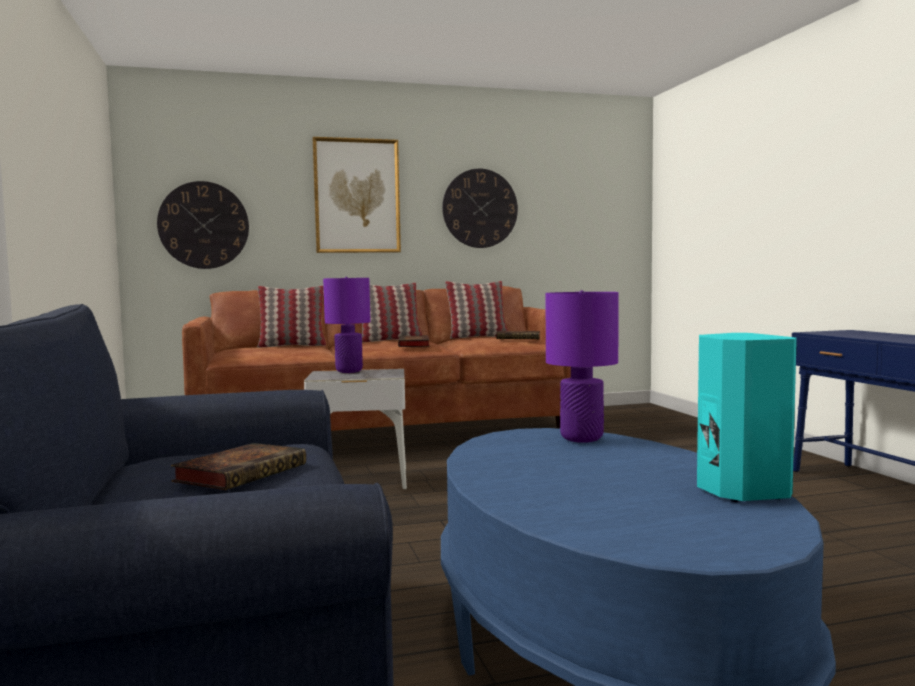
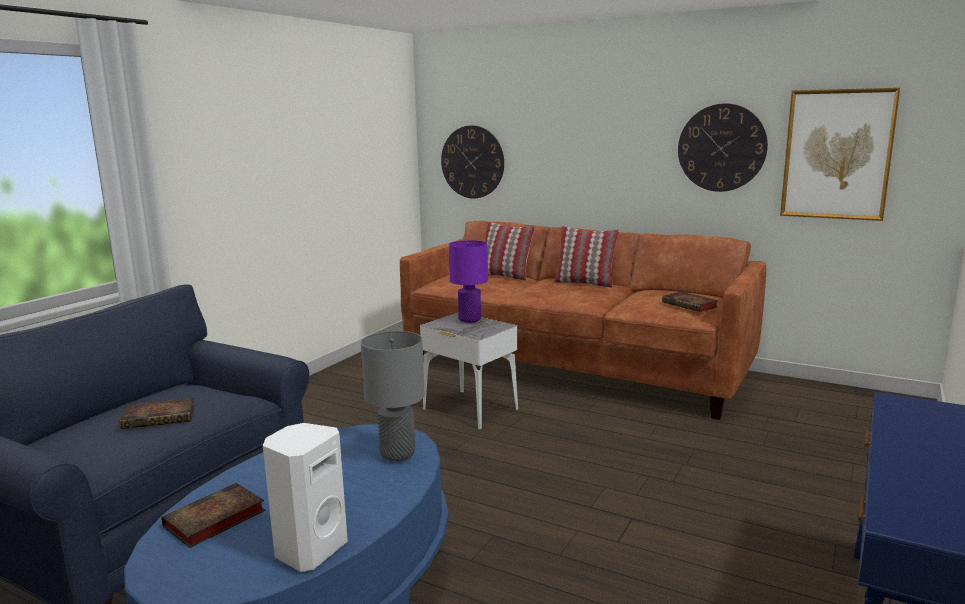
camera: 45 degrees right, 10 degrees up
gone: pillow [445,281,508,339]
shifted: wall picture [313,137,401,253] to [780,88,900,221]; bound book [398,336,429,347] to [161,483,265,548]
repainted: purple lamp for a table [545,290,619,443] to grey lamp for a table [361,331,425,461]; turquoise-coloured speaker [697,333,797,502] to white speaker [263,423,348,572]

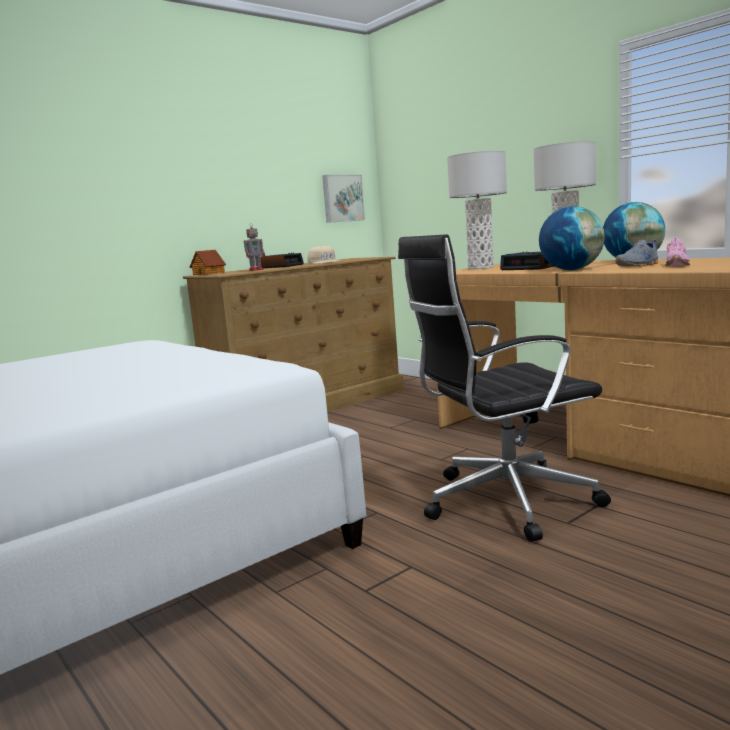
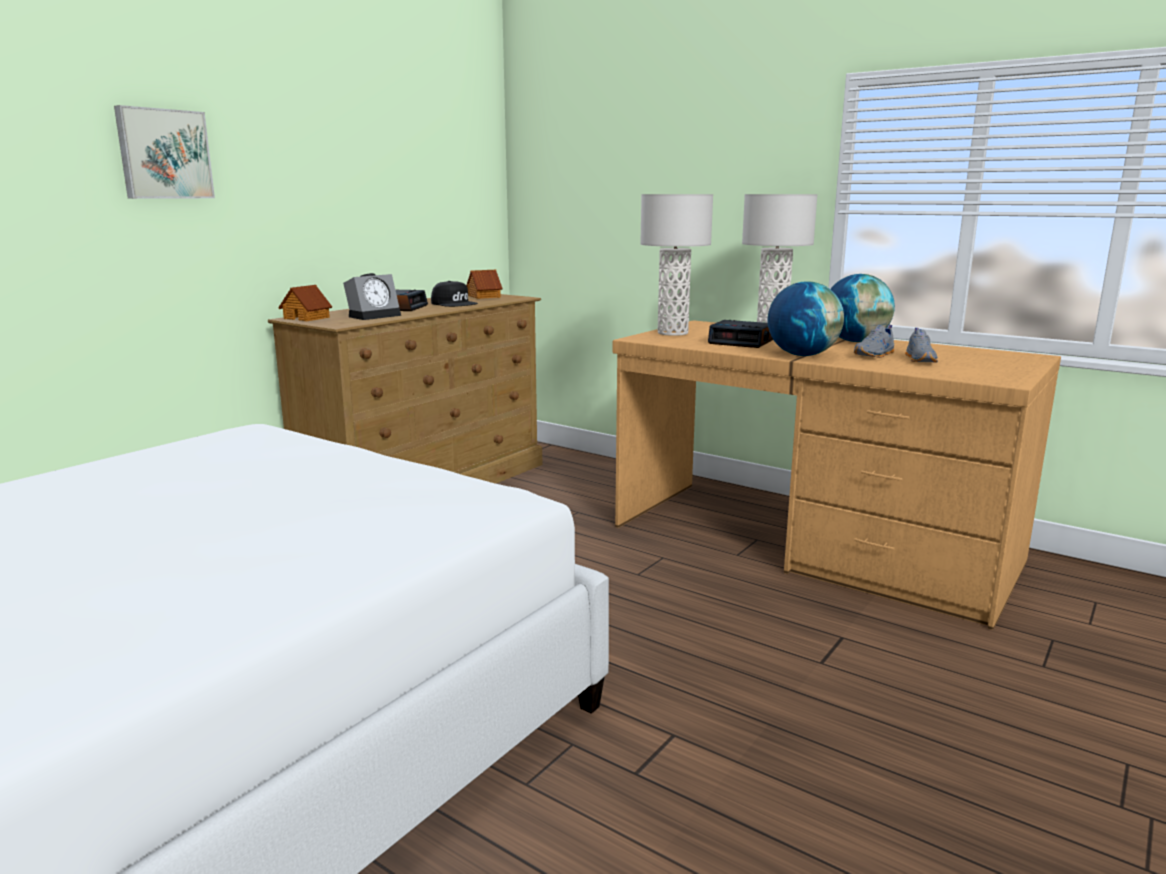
camera: 15 degrees left, 5 degrees up
gone: black-coloured computer chair [398,234,611,542]
new: model house [466,270,503,299]
shifted: wall picture [322,175,365,223] to [114,105,215,199]
swapped: model robot [244,223,265,271] to alarm clock [343,273,401,320]
repainted: sand-coloured baseball cap [307,245,338,264] to black-coloured baseball cap [431,281,478,307]; pinkish shoe [665,238,690,266] to grey shoe [905,328,938,363]

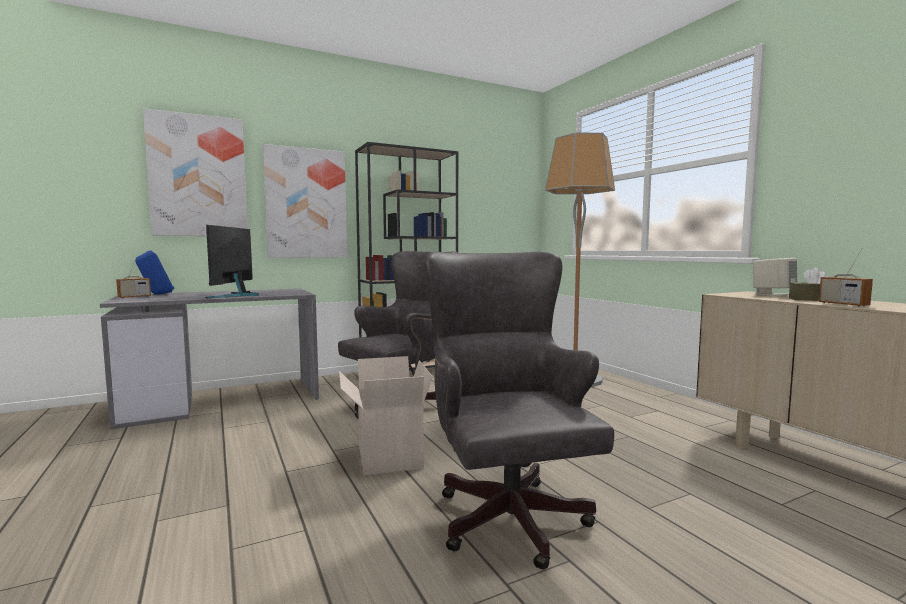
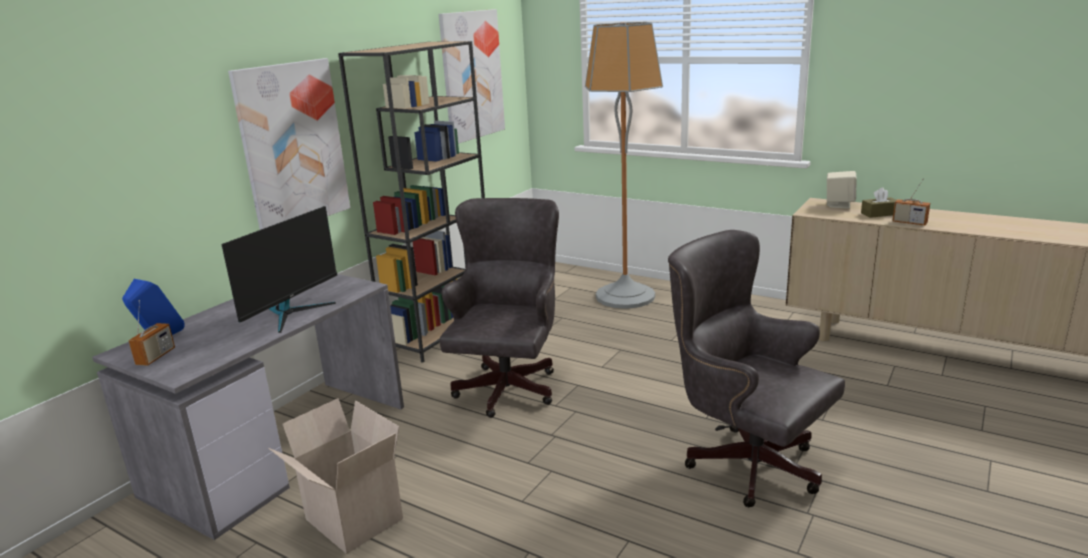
camera: 30 degrees left, 15 degrees up
shifted: wall picture [143,108,248,236] to [439,9,505,144]; carton [339,356,433,475] to [268,398,403,554]
rotated: computer display [206,225,259,298] = [221,206,337,333] 120 degrees counterclockwise

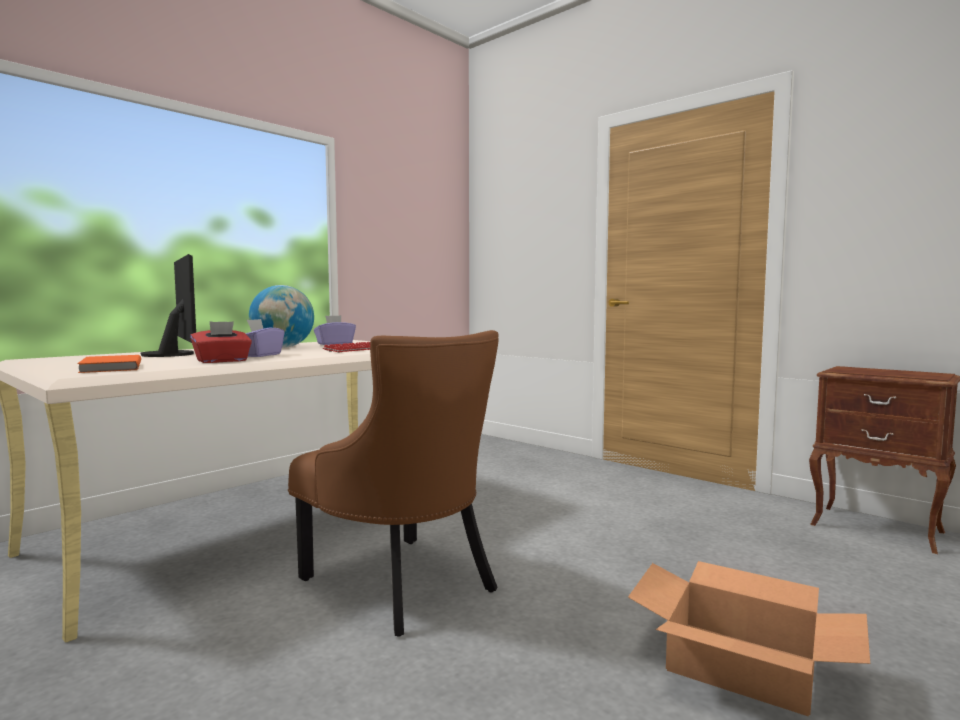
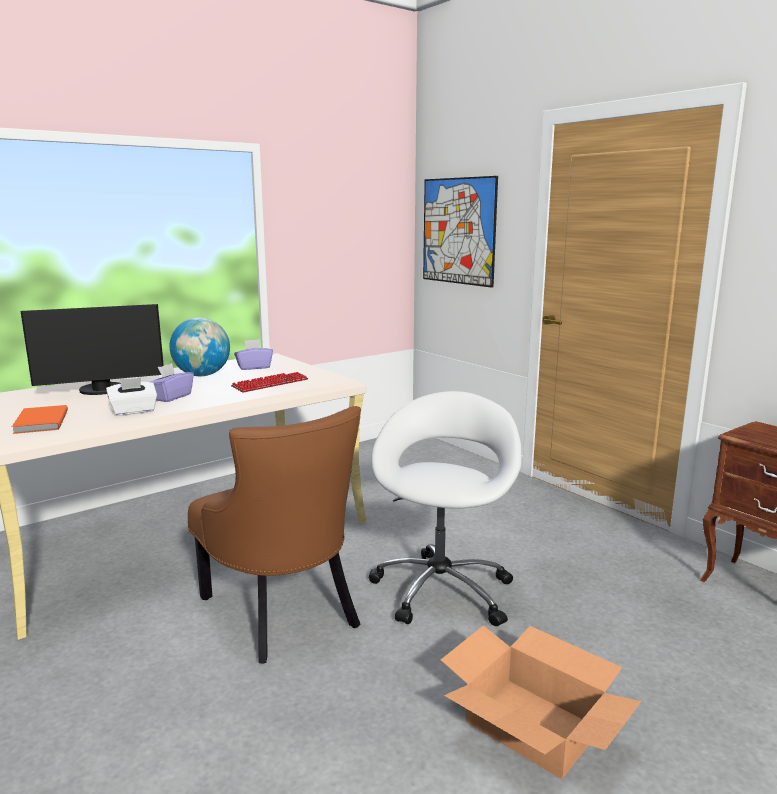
camera: 10 degrees right, 10 degrees up
new: white computer chair [369,391,522,626]; wall picture [423,176,498,288]
repainted: red-coloured box of tissues [190,321,252,363] to white box of tissues [106,378,157,416]
rotated: computer display [140,254,196,357] = [21,304,164,395] 90 degrees clockwise

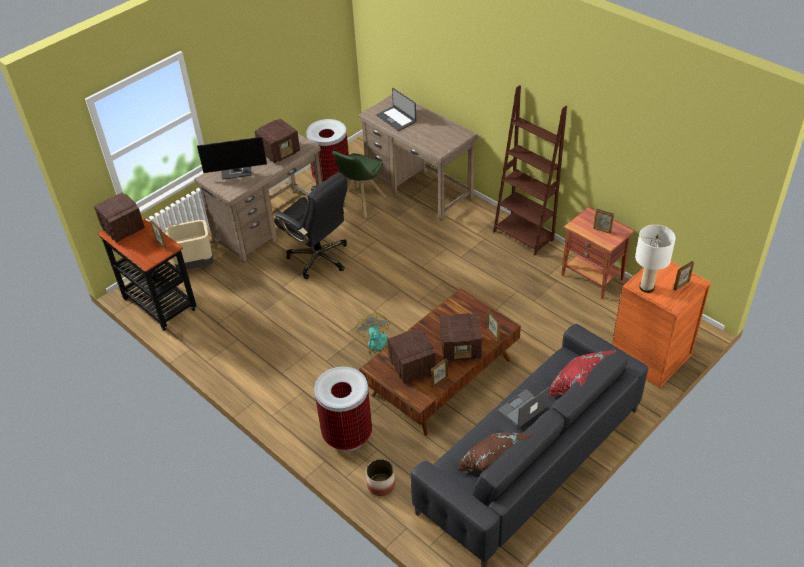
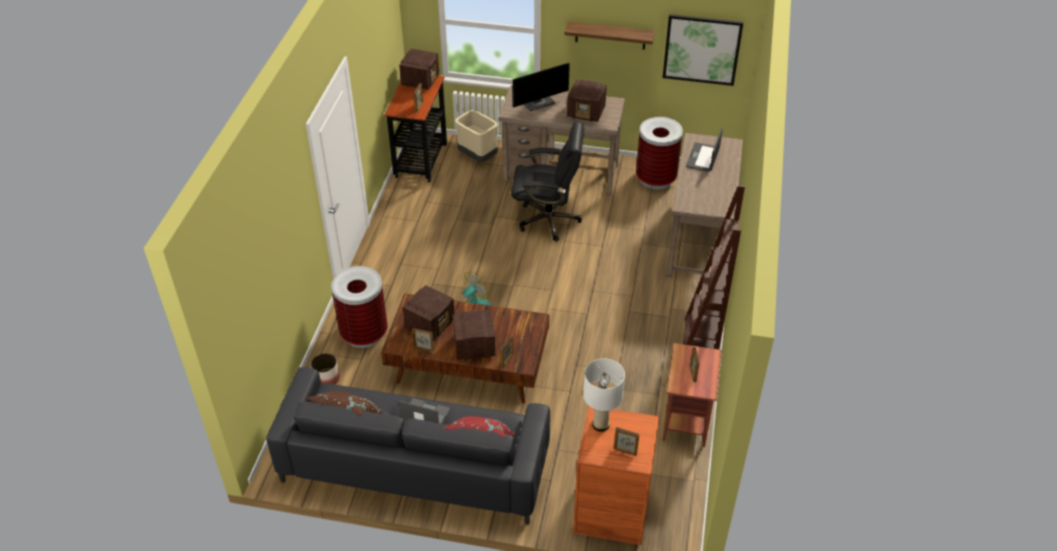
camera: 55 degrees right, 0 degrees up
gone: green-coloured plain chair [332,151,387,218]
new: wall shelf [565,22,655,50]; wall picture [663,14,743,86]
rotated: computer display [197,137,267,179] = [512,63,570,111] 75 degrees counterclockwise; black-coloured computer chair [274,172,347,279] = [511,122,584,242] 90 degrees counterclockwise; radio receiver [440,313,482,362] = [453,310,495,360] 120 degrees clockwise

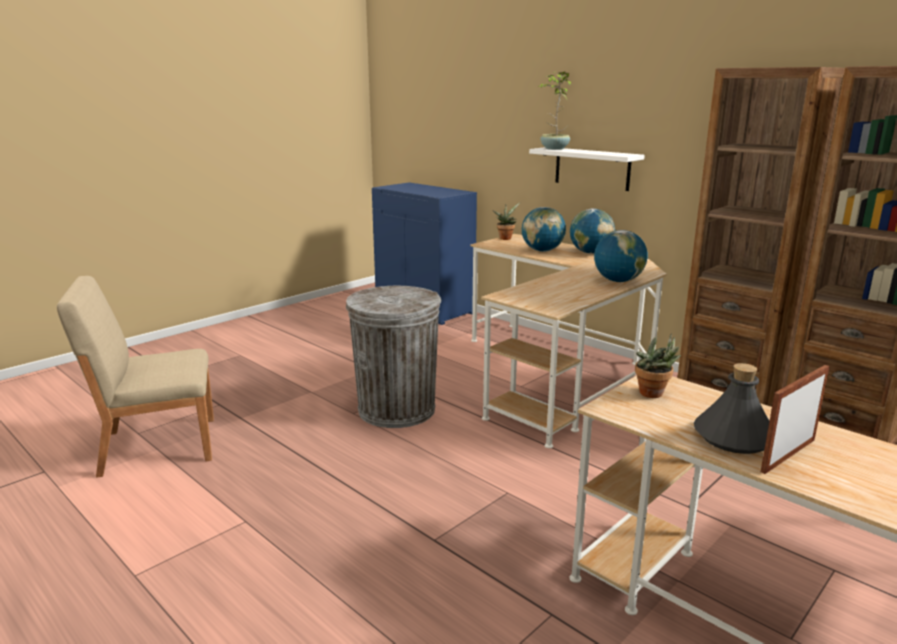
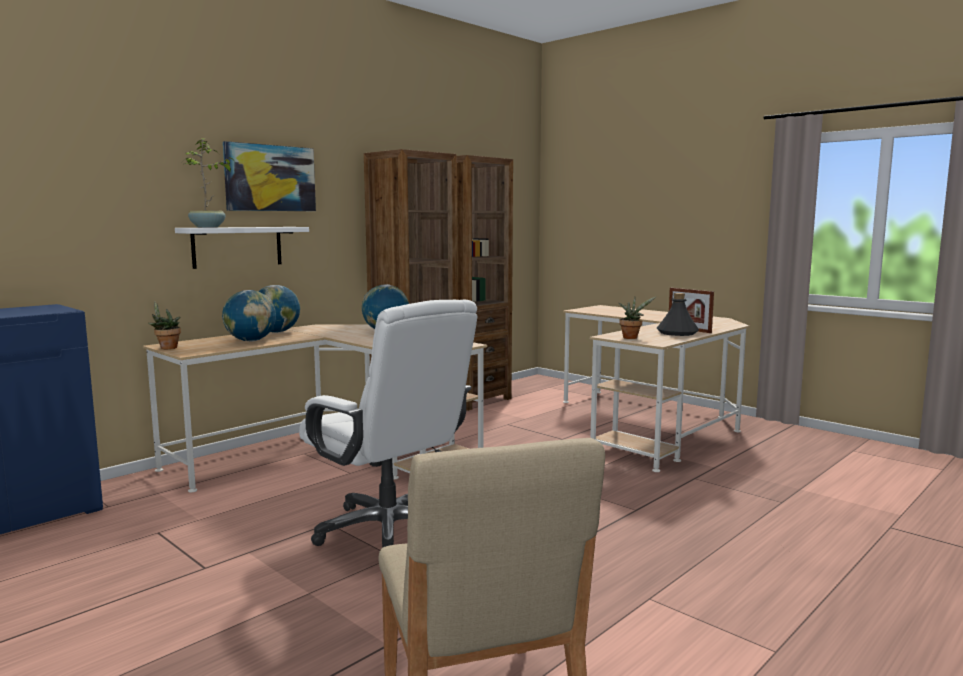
camera: 90 degrees left, 10 degrees down
new: wall picture [223,141,316,211]
swapped: grey trash can [346,286,442,428] to white computer chair [299,300,477,548]

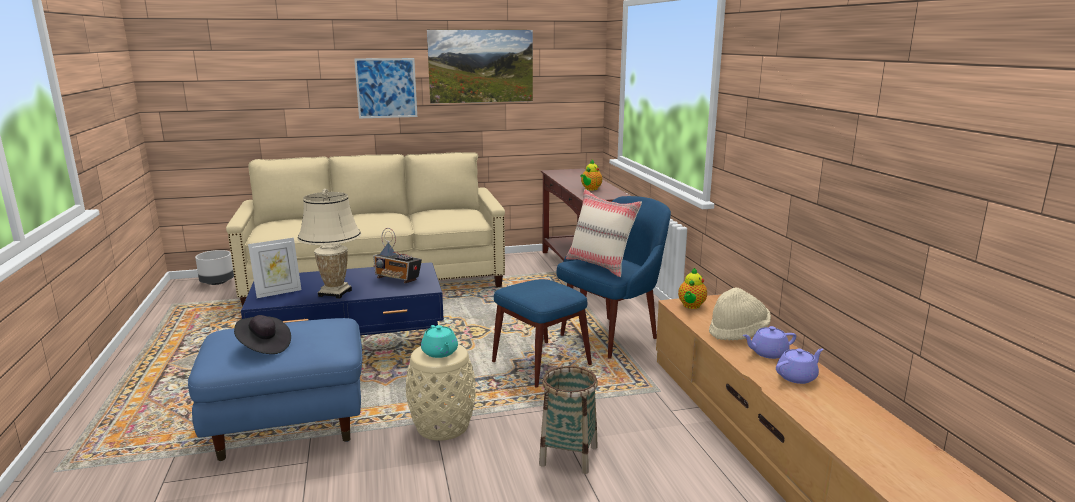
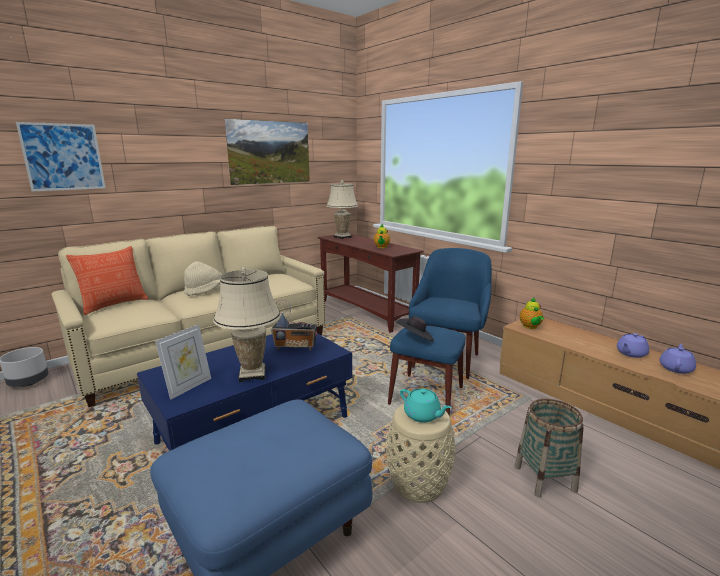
camera: 25 degrees left, 0 degrees up
gone: sand-coloured pillow [566,189,642,277]
new: orangey pillow [66,246,148,315]; sand-coloured lamp for a table [326,180,358,239]
shifted: black-coloured wearable hat [234,315,291,354] to [396,316,434,341]; wall picture [354,58,417,119] to [16,122,106,192]; sand-coloured wearable hat [709,287,771,340] to [184,261,222,296]

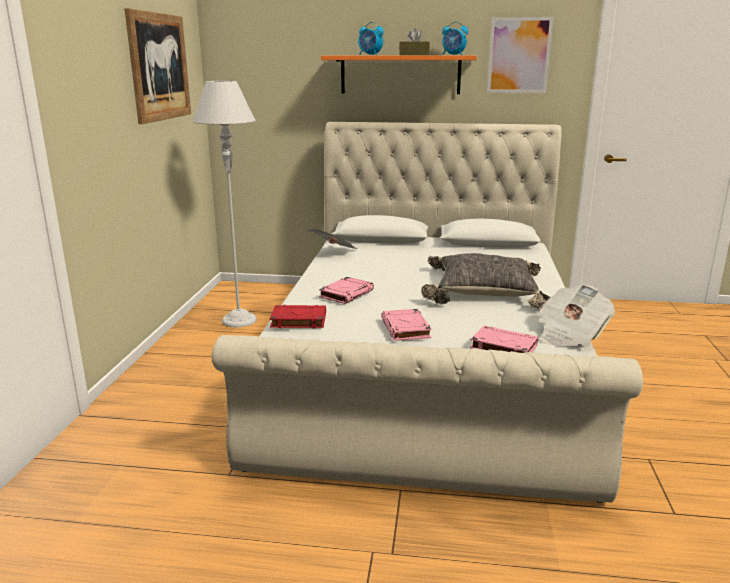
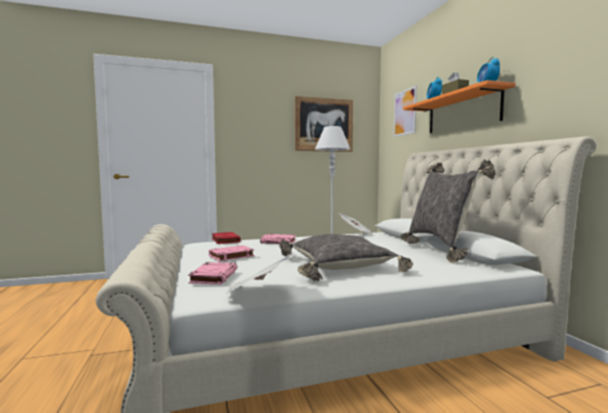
camera: 65 degrees right, 15 degrees down
new: pillow [400,159,496,264]
shifted: wall picture [487,17,554,93] to [394,86,417,137]

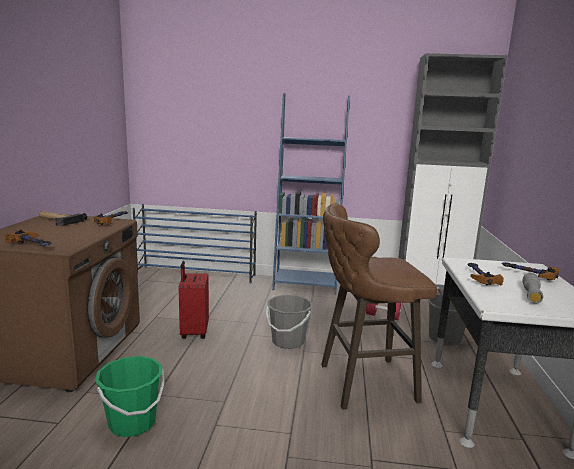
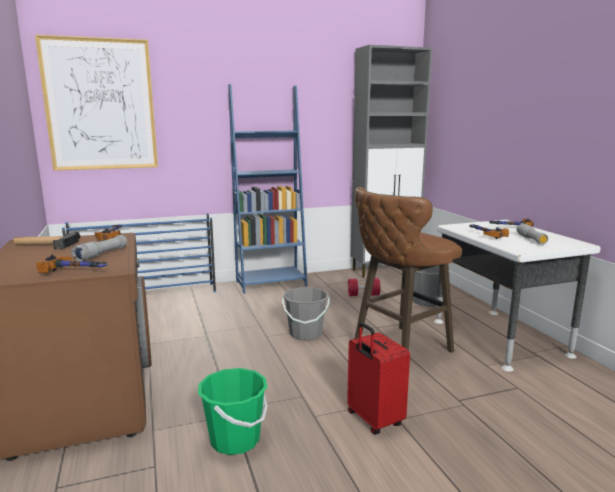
camera: 25 degrees left, 0 degrees up
new: wall picture [35,35,158,171]; grey torch [71,235,127,261]
shifted: red-coloured travel case [179,261,209,339] to [347,322,410,434]

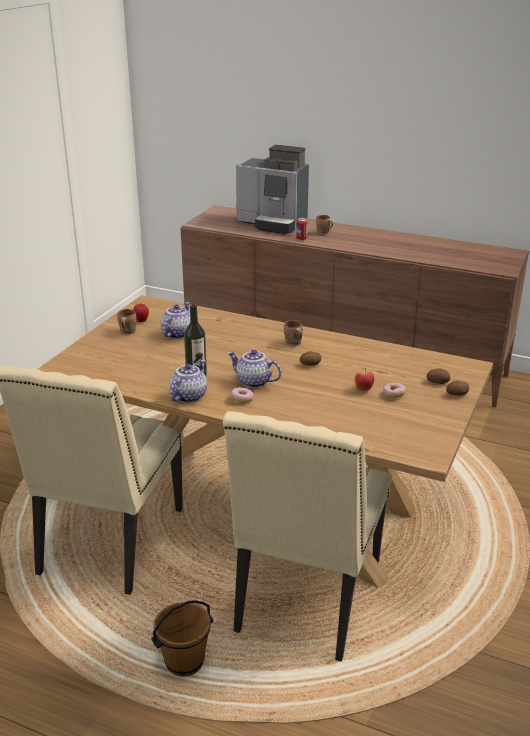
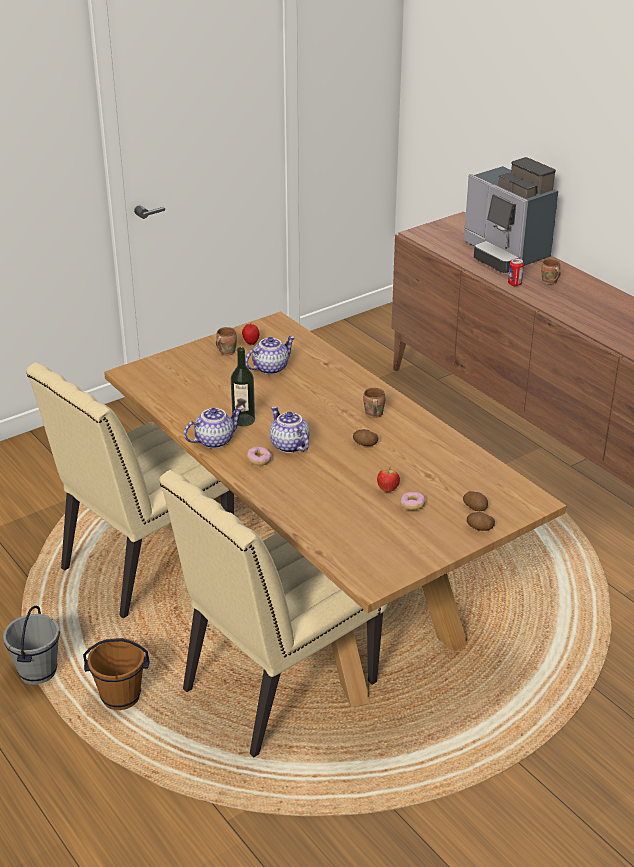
camera: 30 degrees right, 5 degrees up
new: grey bucket [3,605,60,685]

